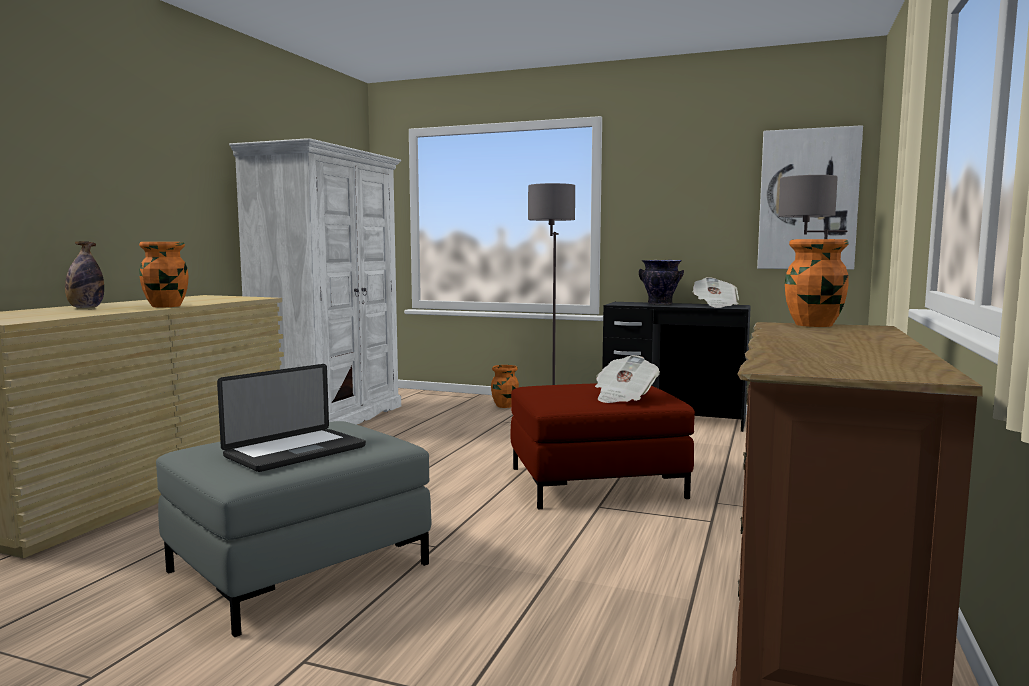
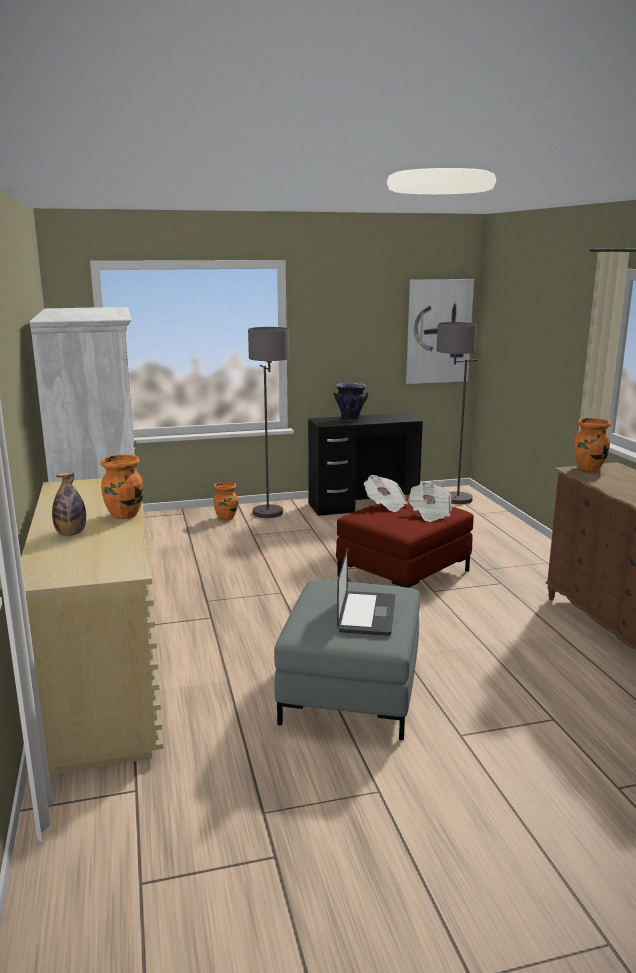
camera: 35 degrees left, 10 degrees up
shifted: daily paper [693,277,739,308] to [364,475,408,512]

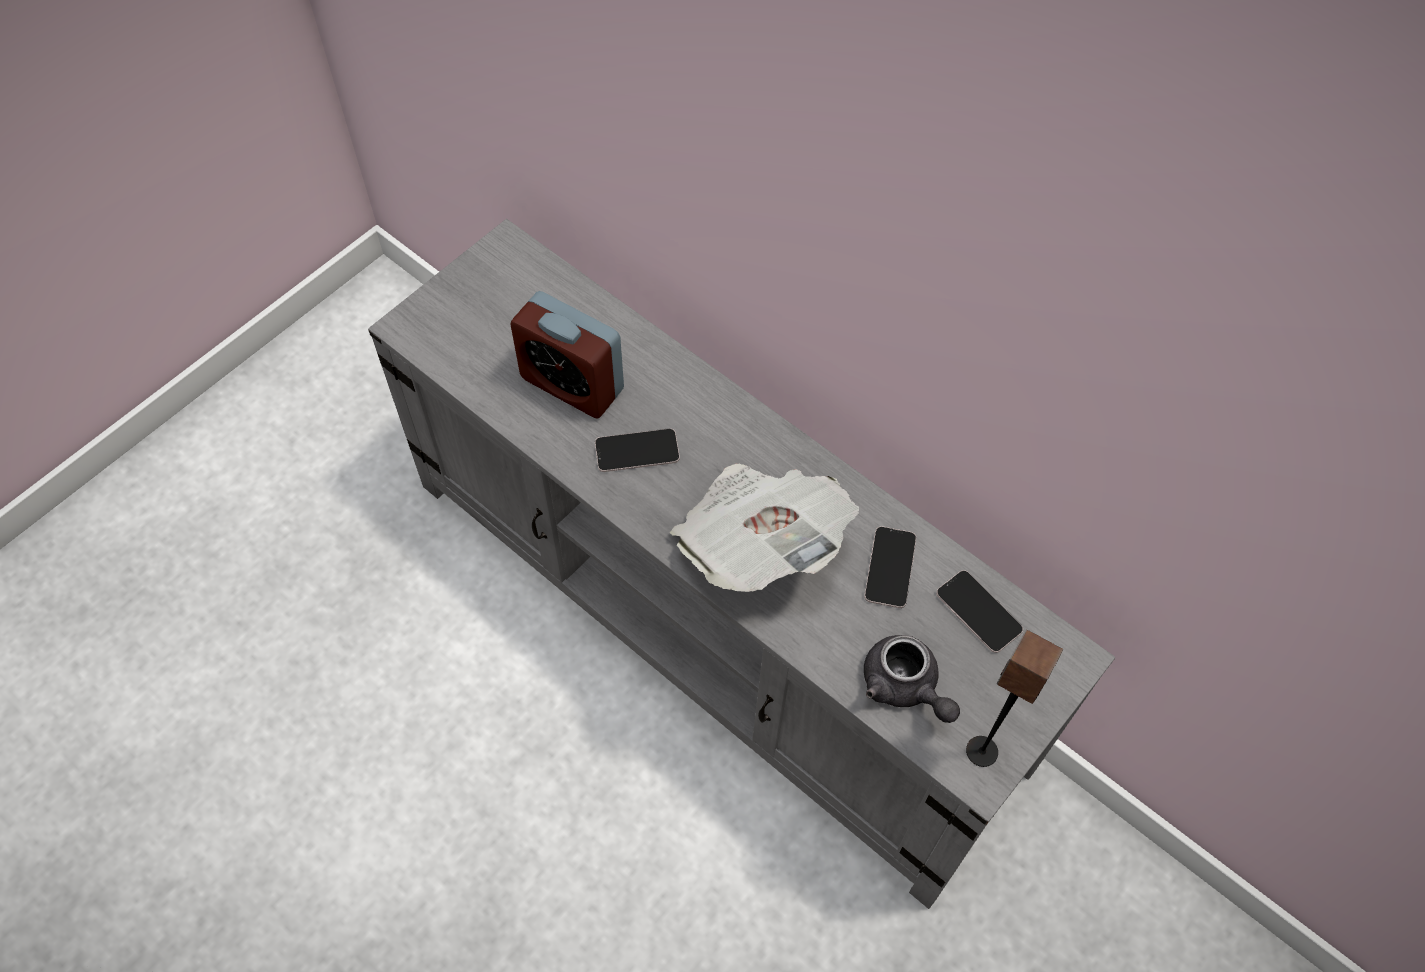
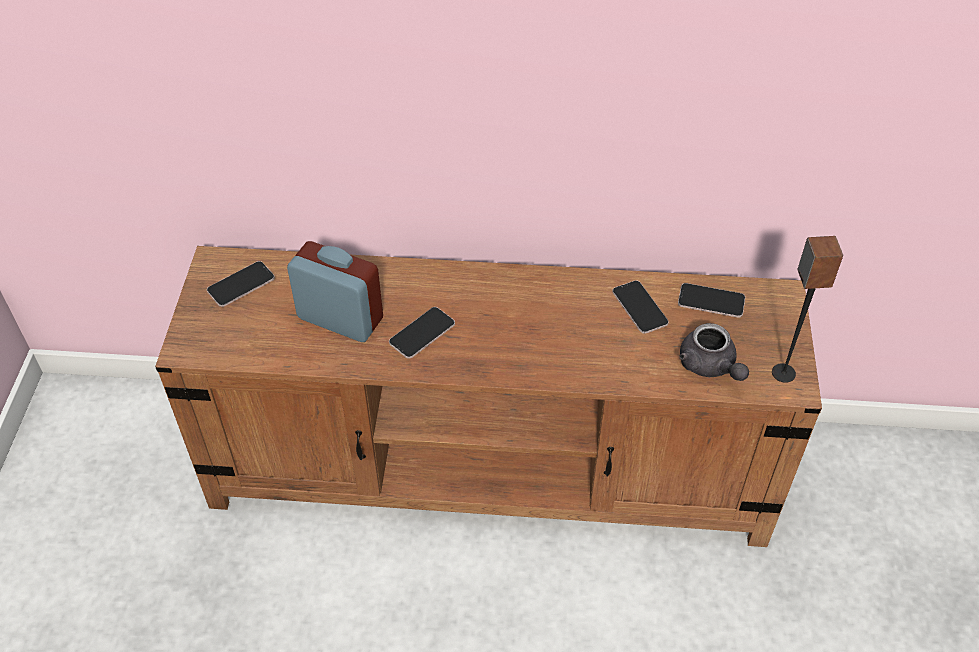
camera: 35 degrees left, 10 degrees down
gone: daily paper [670,463,859,592]
new: handset [207,261,275,307]
repainted: grey tv unit [368,219,1115,909] to brown-coloured tv unit [155,246,822,547]
rotated: alarm clock [510,291,624,419] = [287,241,383,342] 150 degrees counterclockwise; grey pot for tea [864,635,960,723] = [679,323,749,381] 45 degrees clockwise

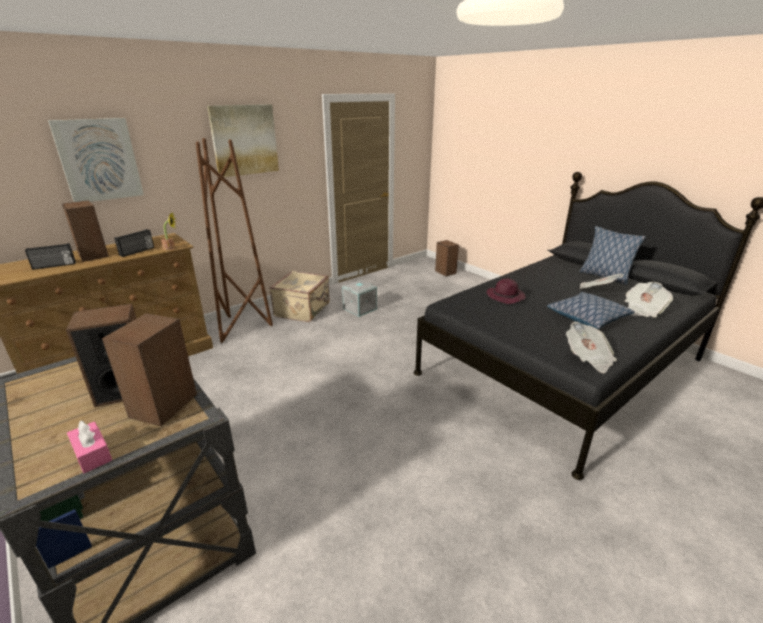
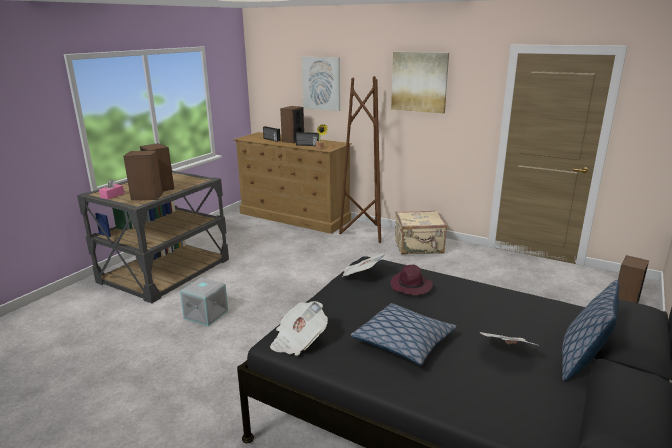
camera: 70 degrees right, 5 degrees down
shifted: grey storage bin [342,280,377,317] to [180,277,228,326]; daily paper [625,282,673,318] to [342,253,385,277]

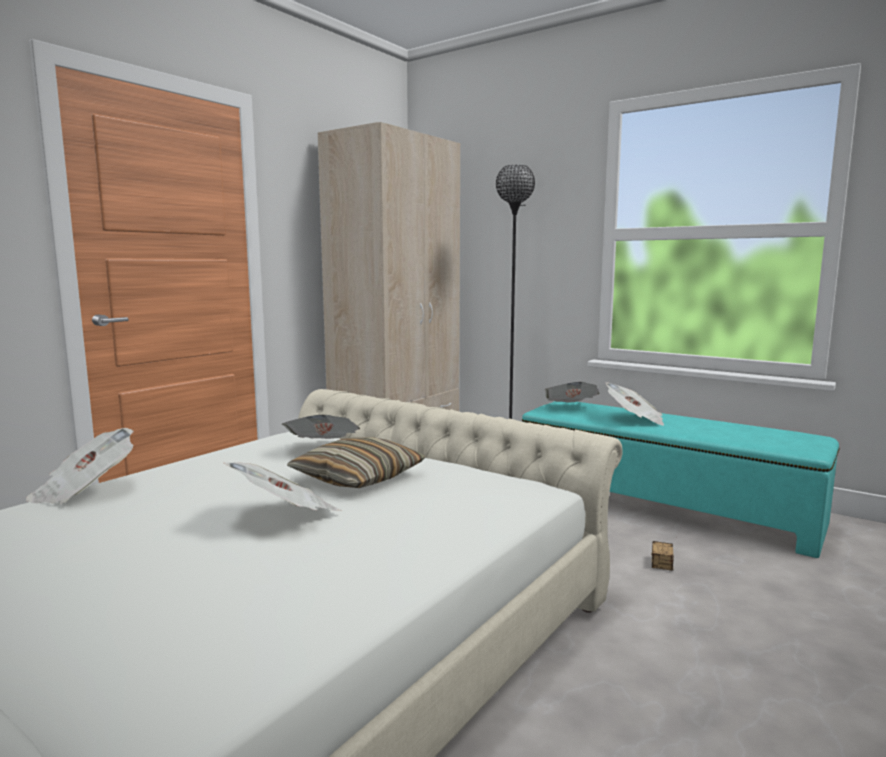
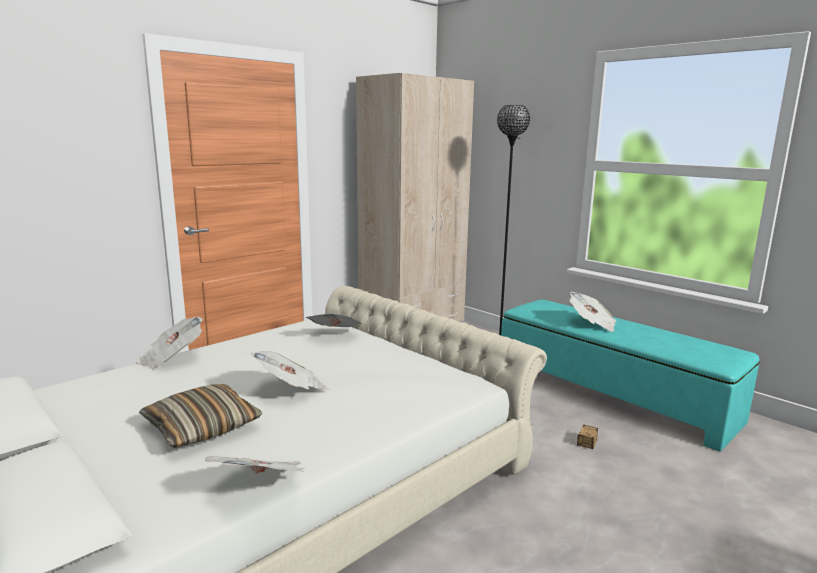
camera: 10 degrees right, 5 degrees up
shifted: pillow [287,437,426,488] to [139,384,262,448]; daily paper [545,382,600,402] to [205,456,305,473]

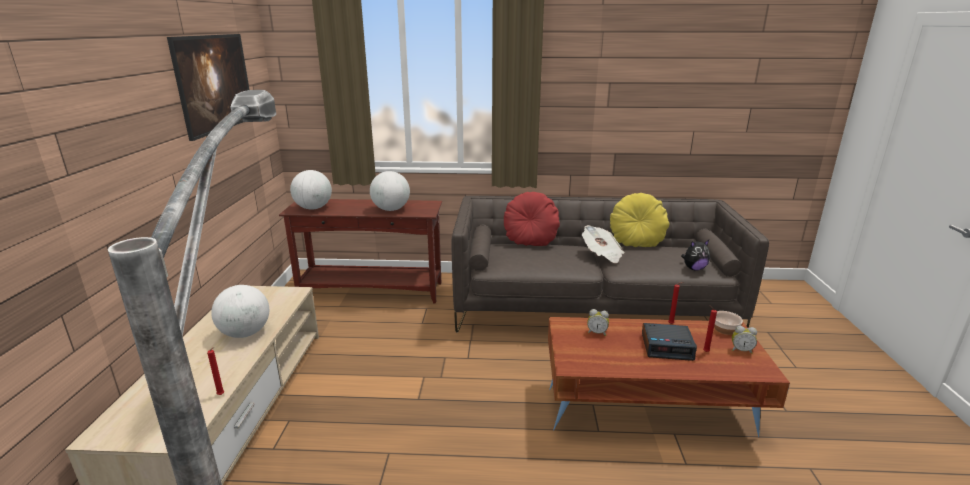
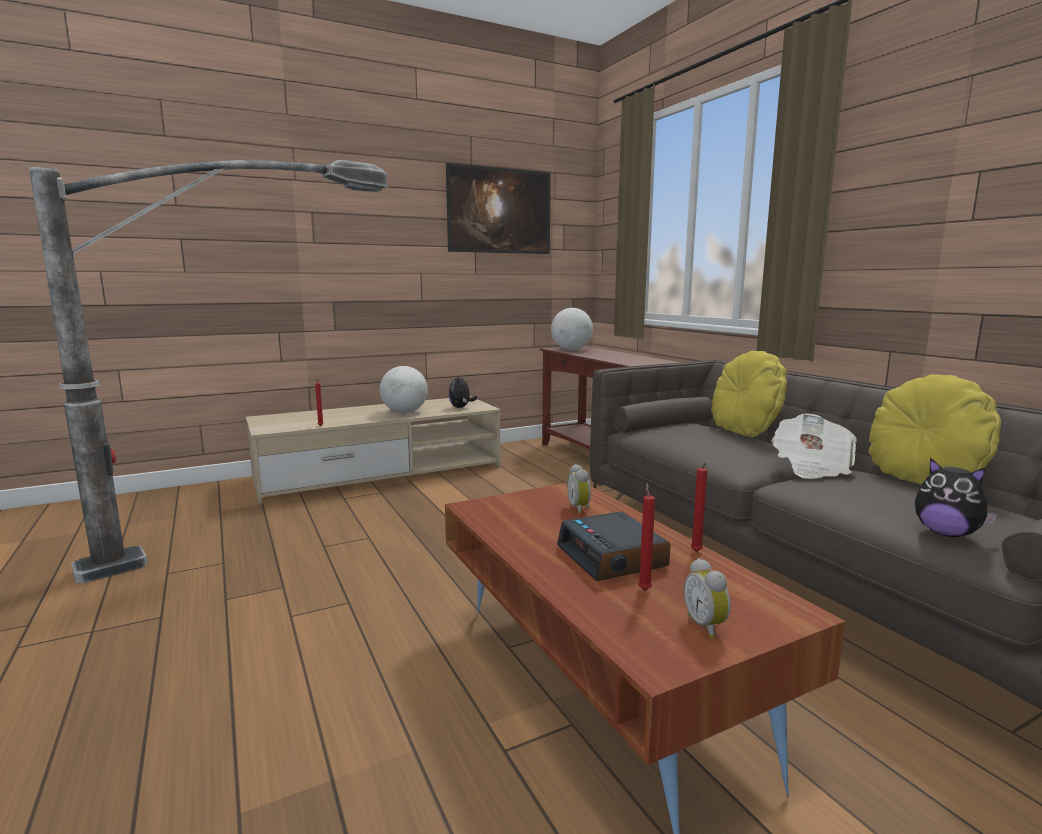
camera: 60 degrees right, 10 degrees down
gone: globe [370,171,410,211]; serving bowl [714,311,743,335]
new: soft toy [448,376,477,408]
repainted: red-coloured pillow [504,192,560,246] to yellow-coloured pillow [711,351,787,437]

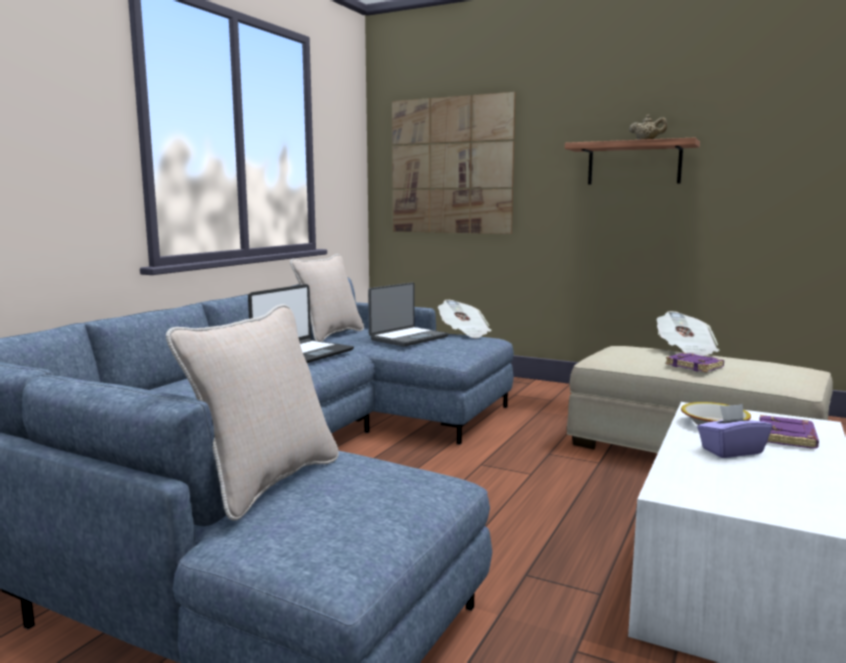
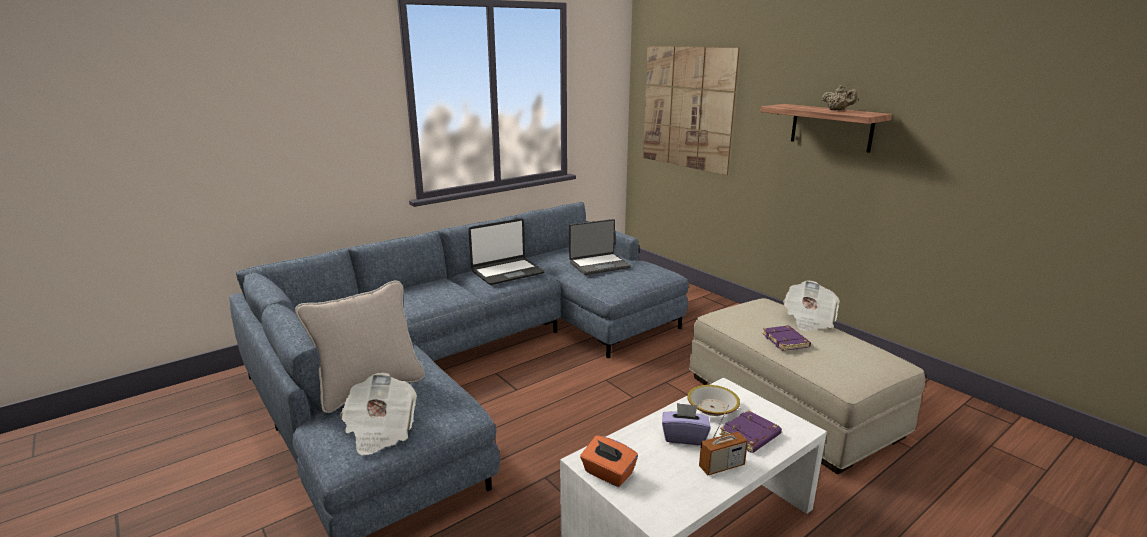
camera: 25 degrees right, 10 degrees up
gone: sand-coloured pillow [290,254,364,341]
new: orangey box of tissues [580,436,638,487]; radio receiver [699,405,748,475]
shifted: daily paper [438,300,492,338] to [341,373,417,456]

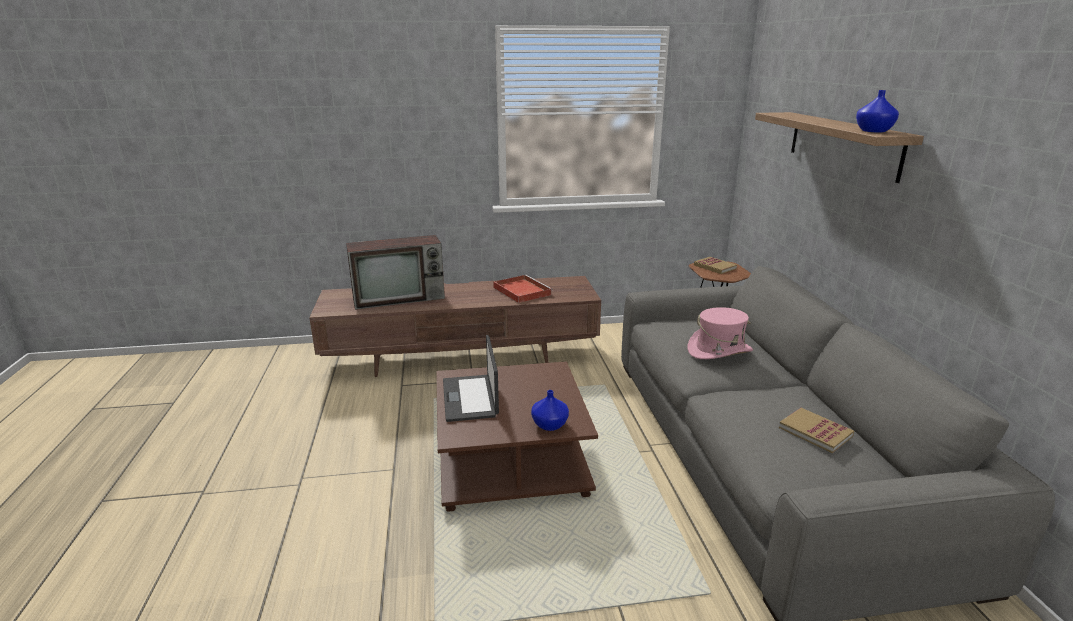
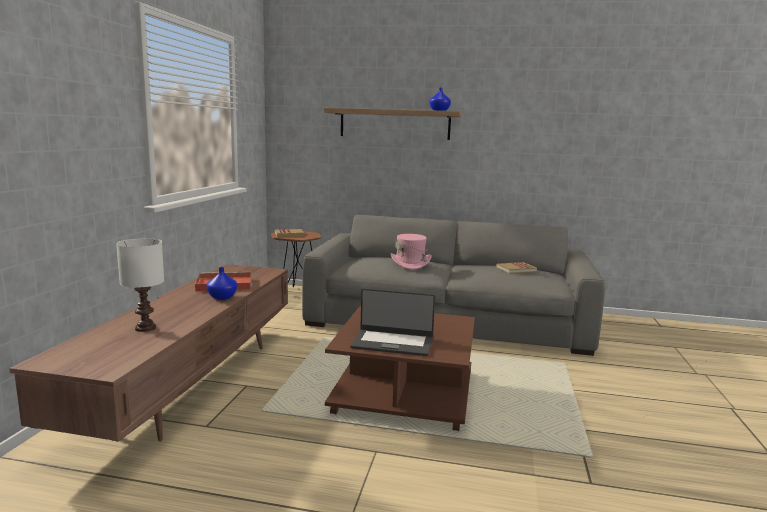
camera: 70 degrees left, 10 degrees down
shifted: bluish vase [531,390,569,431] to [207,267,237,300]
swapped: TV [346,235,445,310] to white lamp for a table [116,238,164,332]

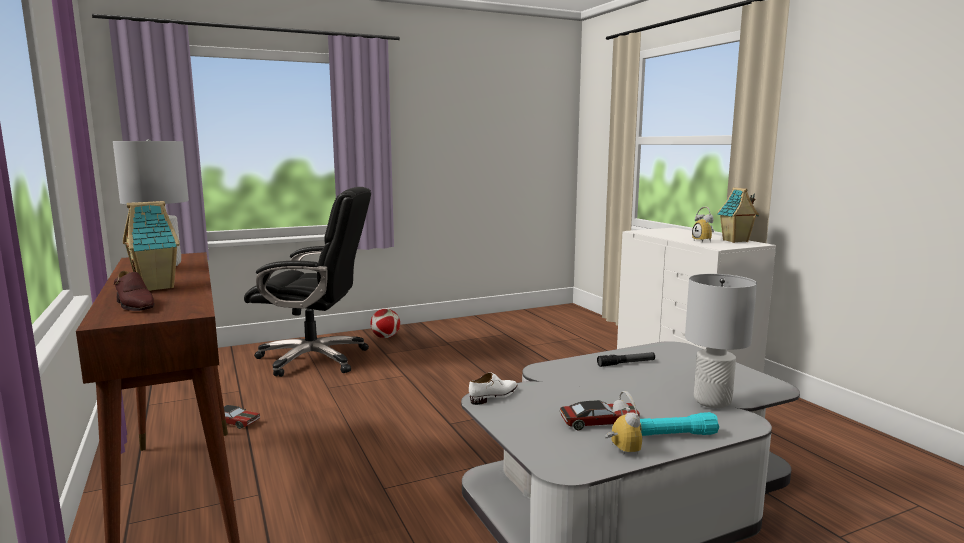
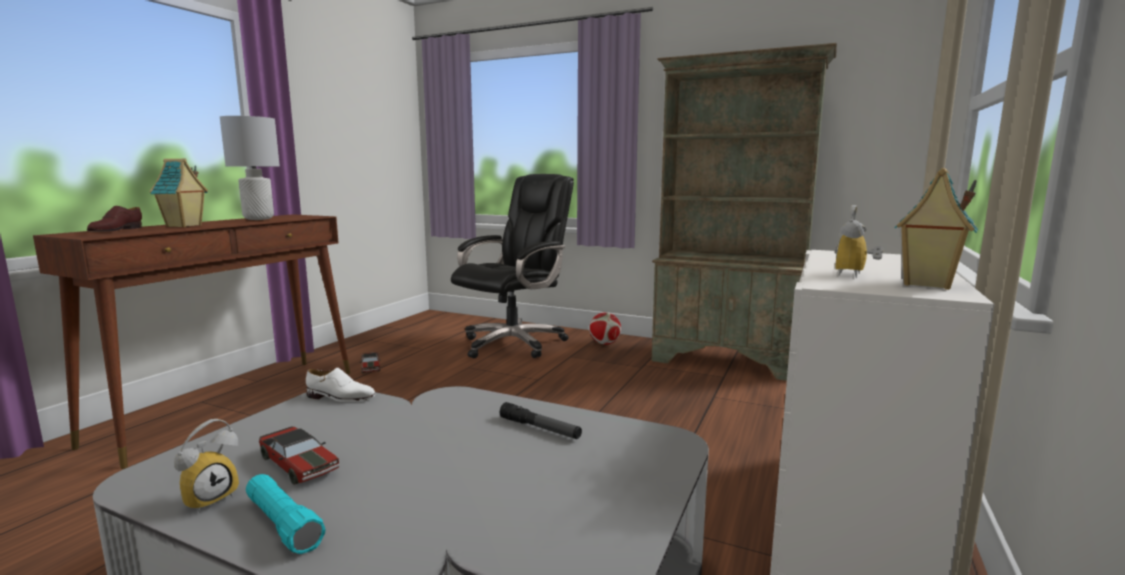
camera: 50 degrees right, 0 degrees up
gone: grey lamp for a table [685,274,757,408]
new: green-coloured bookcase [651,43,837,381]
rotated: black-coloured computer chair [244,187,371,377] = [451,174,574,358] 105 degrees counterclockwise

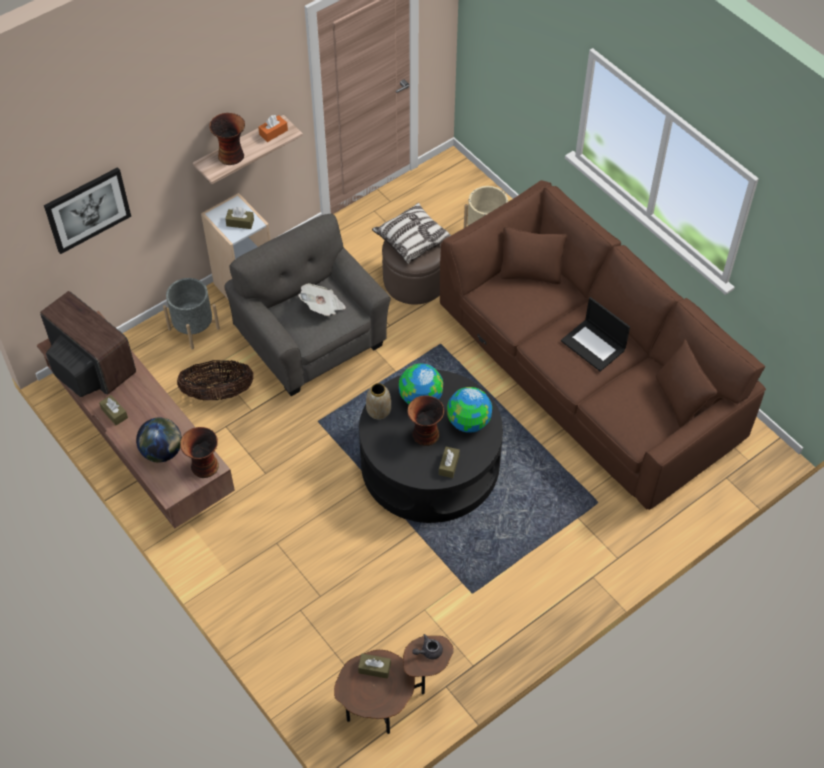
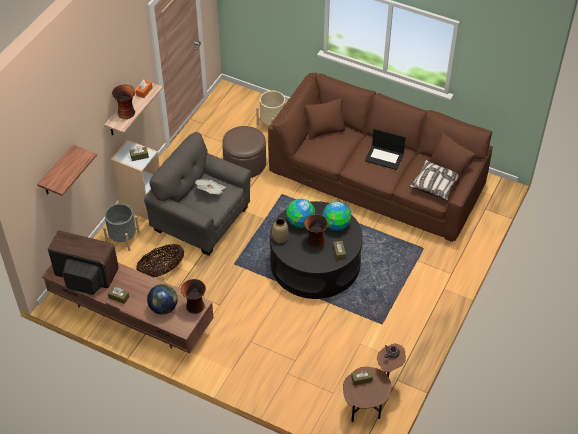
camera: 25 degrees left, 5 degrees down
shifted: pillow [372,203,451,264] to [409,160,459,200]
swapped: wall picture [44,167,131,254] to wall shelf [37,145,97,196]

